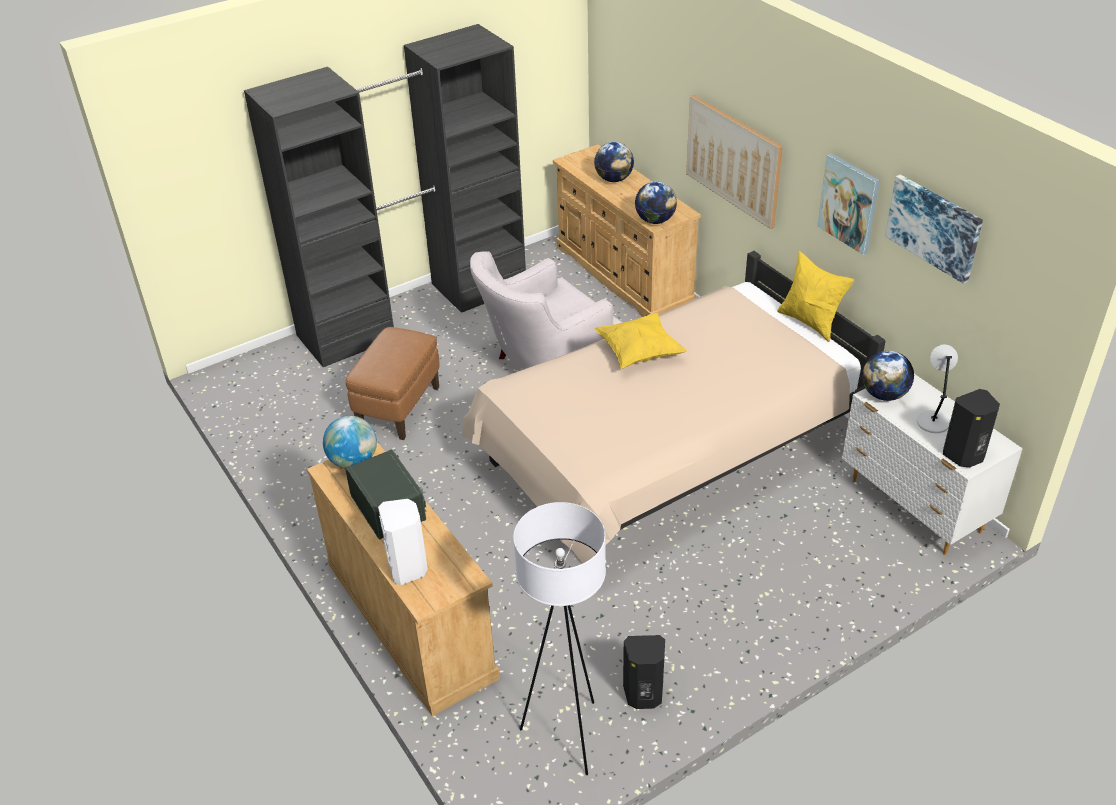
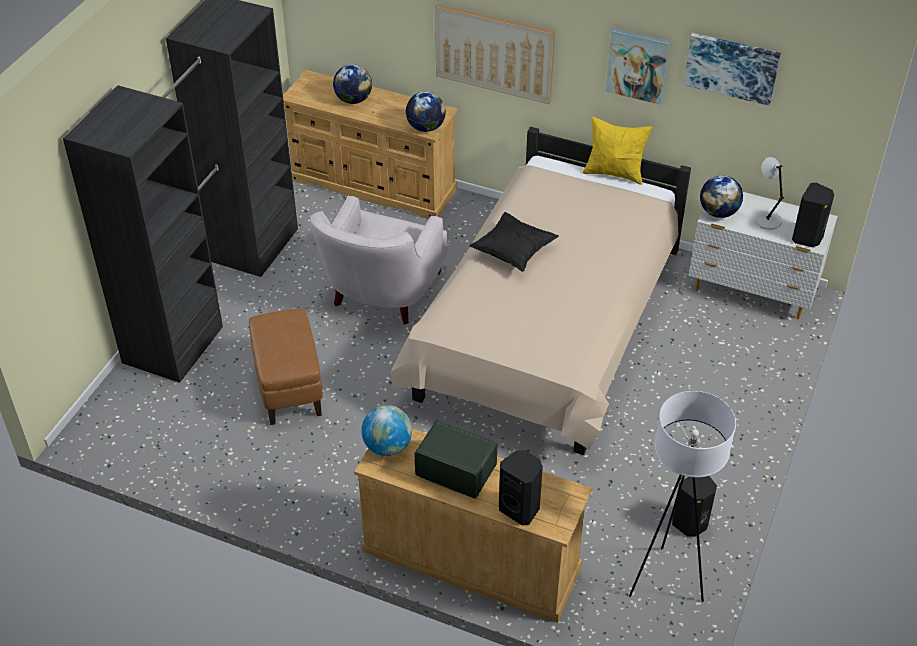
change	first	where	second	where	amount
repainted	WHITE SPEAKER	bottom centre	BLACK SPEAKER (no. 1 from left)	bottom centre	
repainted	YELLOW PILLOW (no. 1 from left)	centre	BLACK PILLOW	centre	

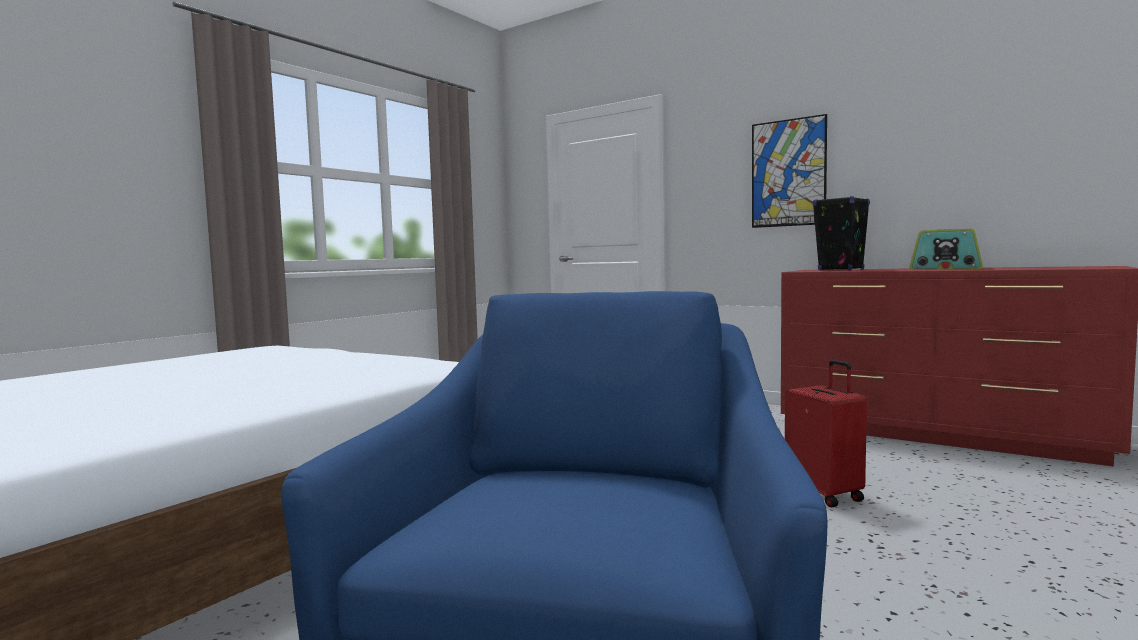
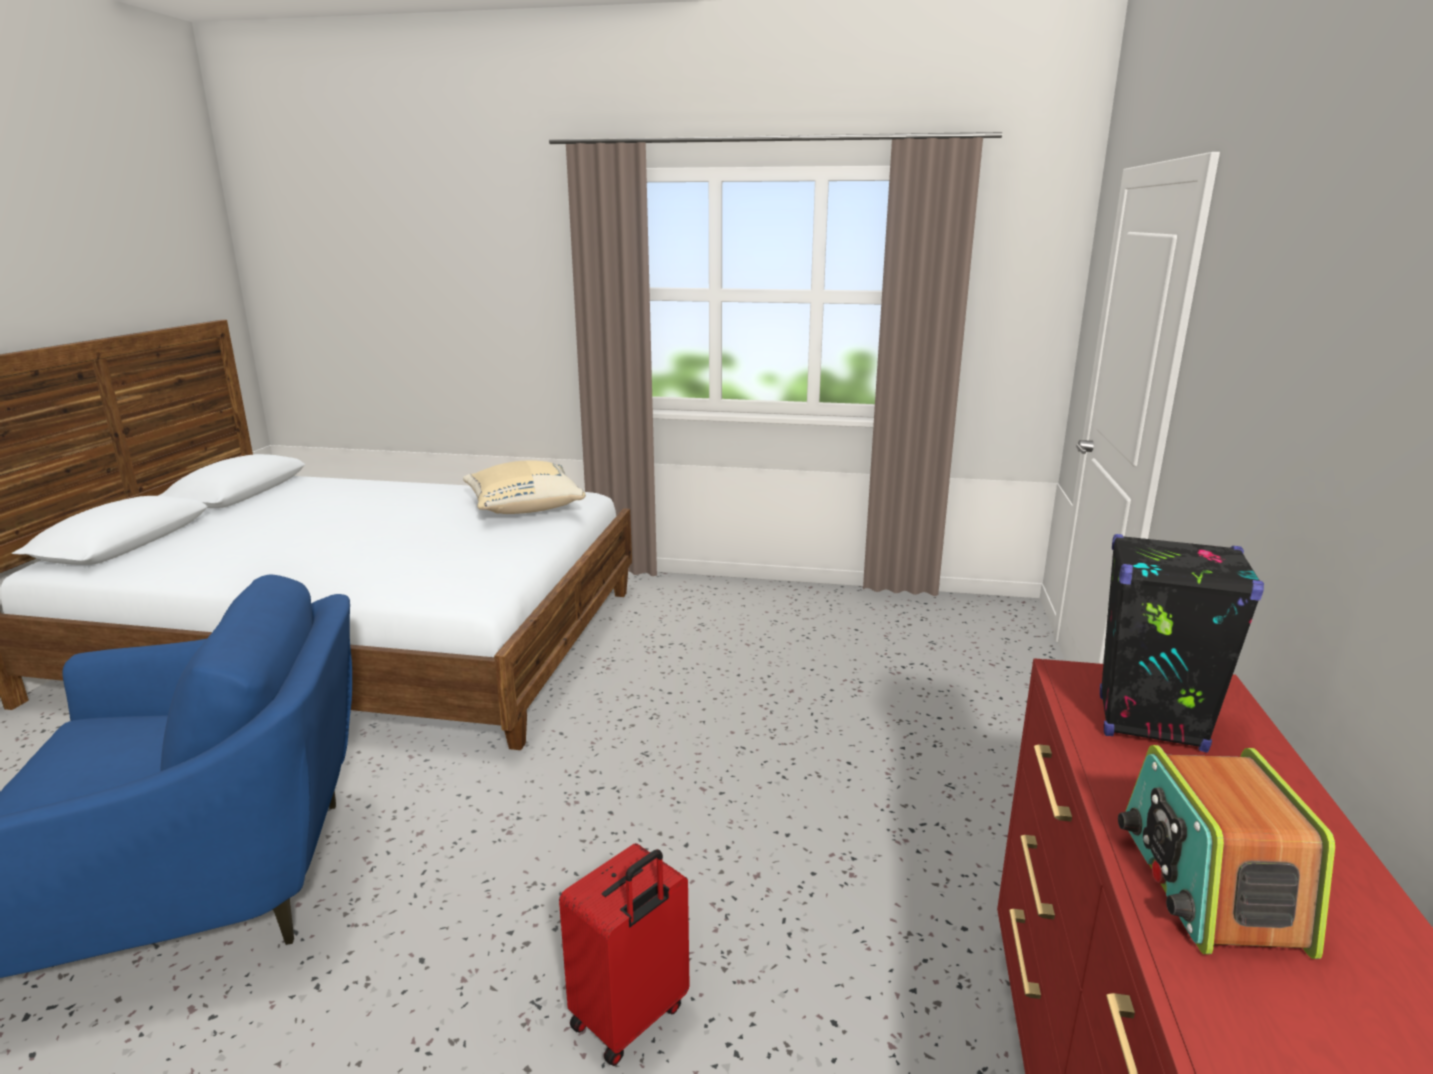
change	first	where	second	where	amount
gone	PICTURE	top right			
new			BEIGE PILLOW	centre	

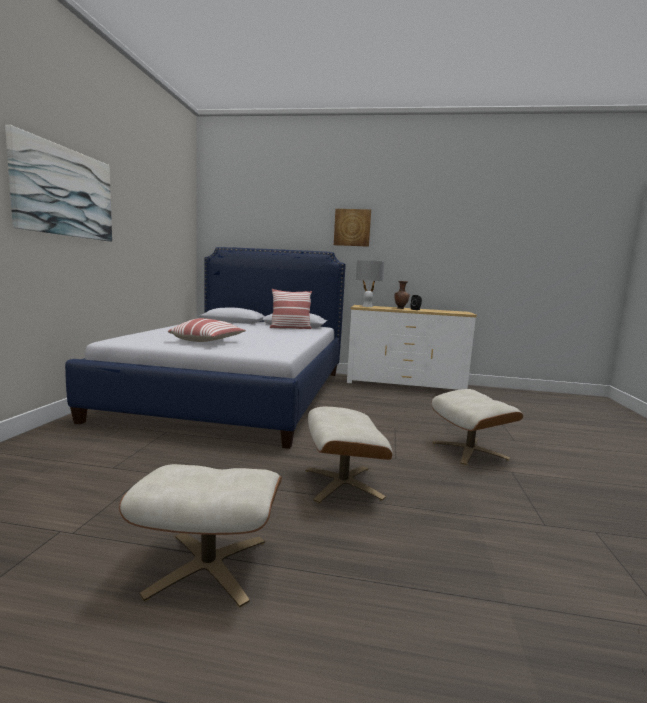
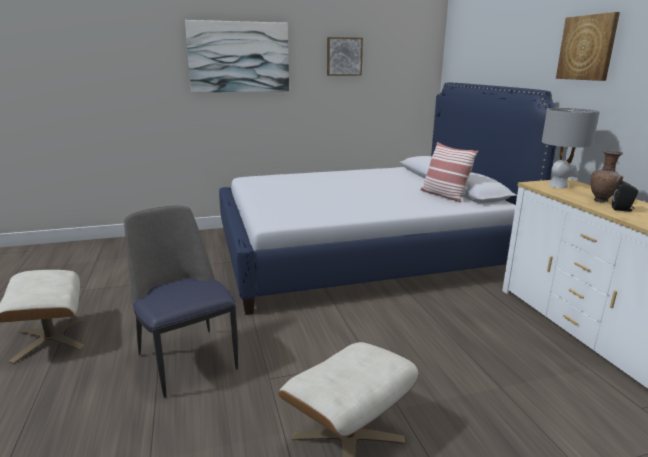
change	first	where	second	where	amount
gone	PILLOW (no. 1 from left)	middle left			
new			PICTURE (no. 2 from left)	top centre	
swapped	BEIGE OTTOMAN (no. 2 from left)	centre	CHAIR	middle left	

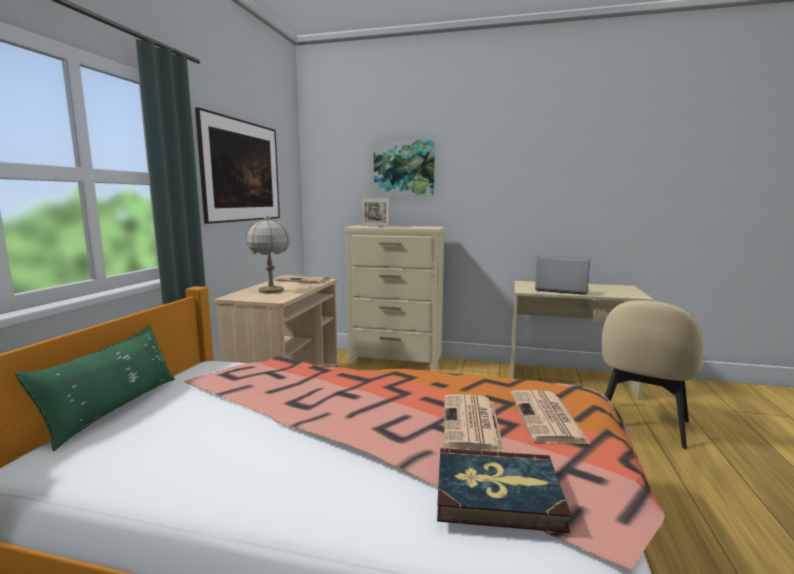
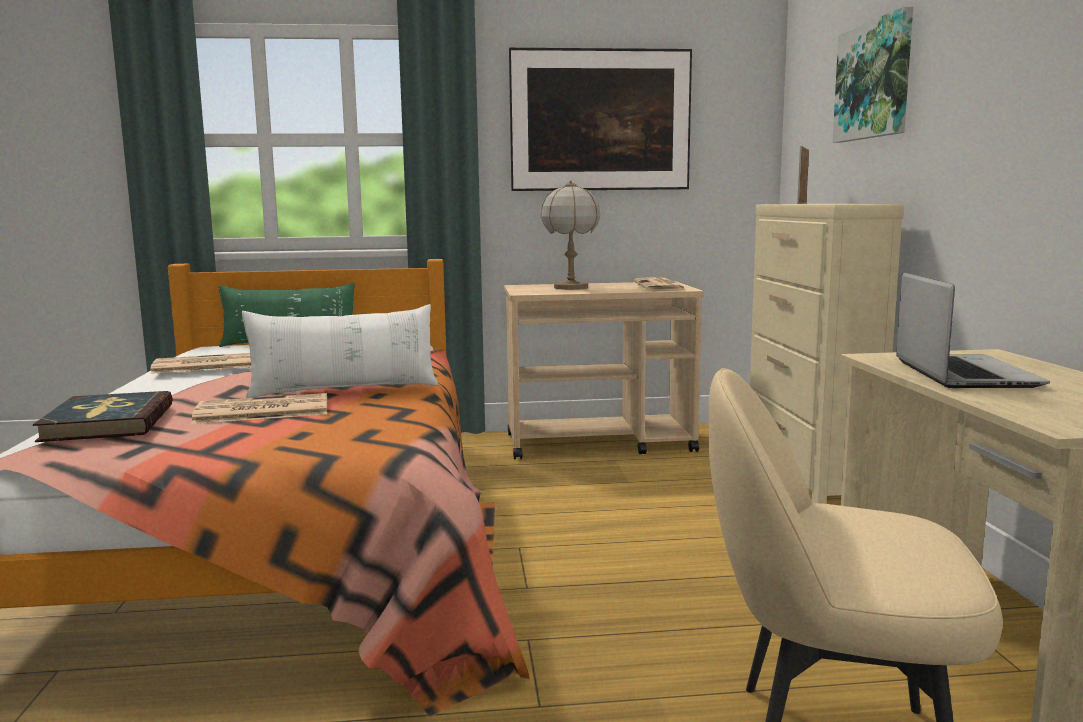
change	first	where	second	where	amount
new			WHITE PILLOW	middle left	
shifted	NEWSPAPER (no. 3 from left in the first image)	bottom right	NEWSPAPER (no. 1 from left)	middle left	

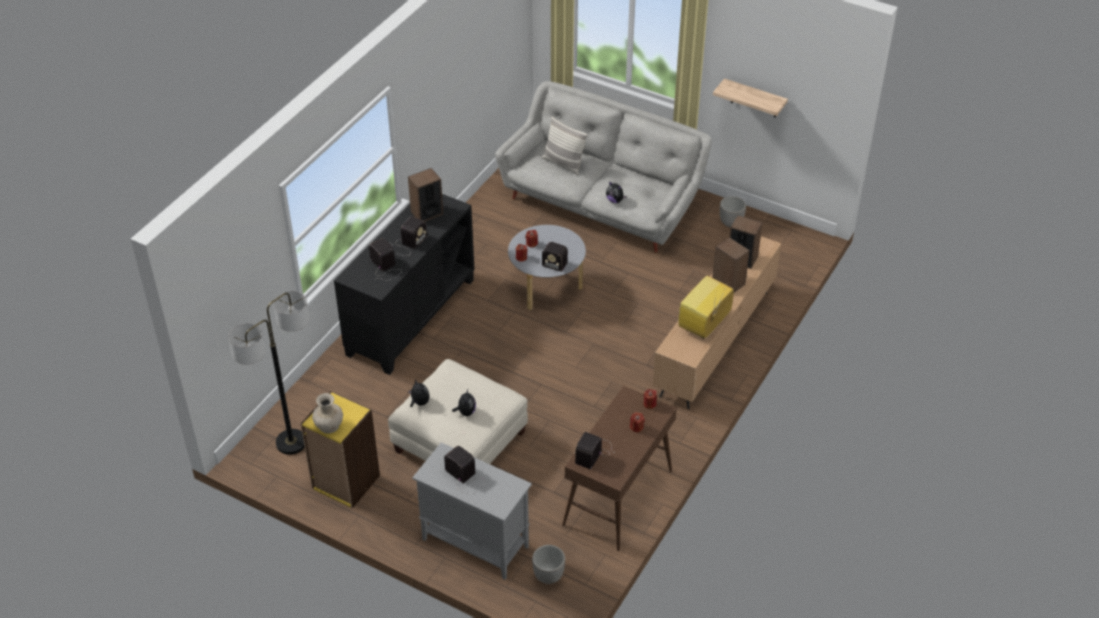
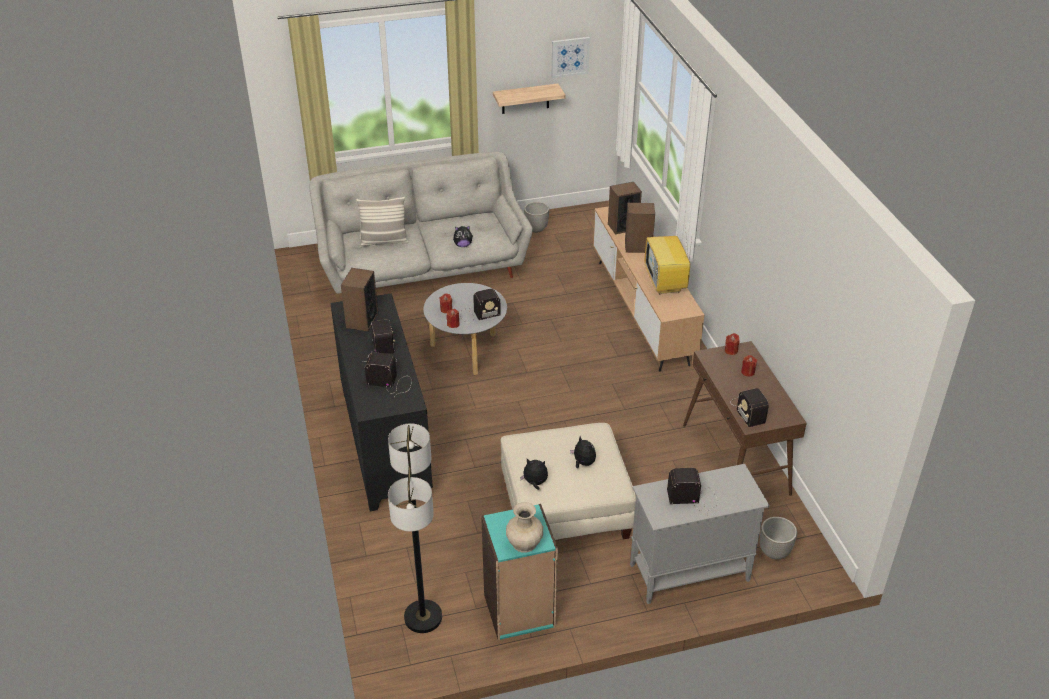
change	first	where	second	where	amount
new			PICTURE	top centre	
repainted	YELLOW BOOKCASE	bottom left	TURQUOISE BOOKCASE	bottom centre	

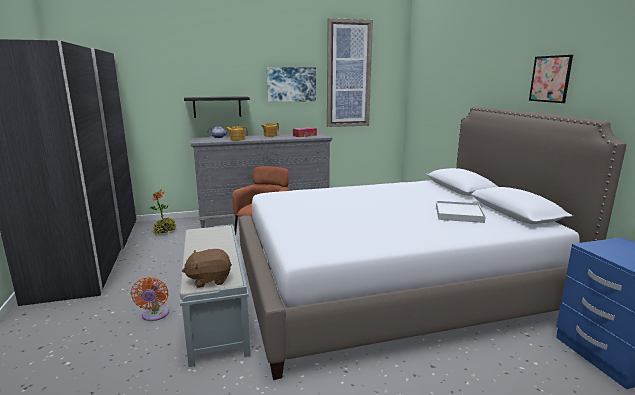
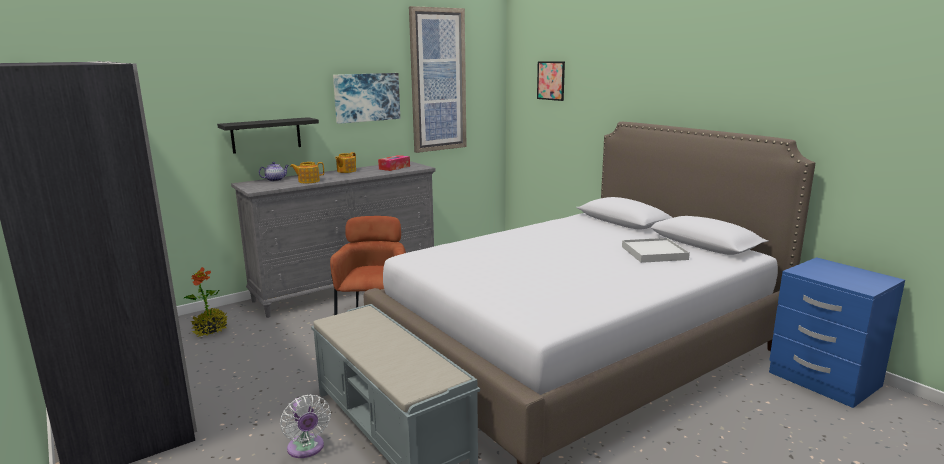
change	first	where	second	where	amount
gone	BROWN PLUSH TOY	bottom left			
shifted	PICTURE (no. 3 from left)	top right		top centre	
repainted	ORANGE FAN	bottom left	WHITE FAN	bottom left	

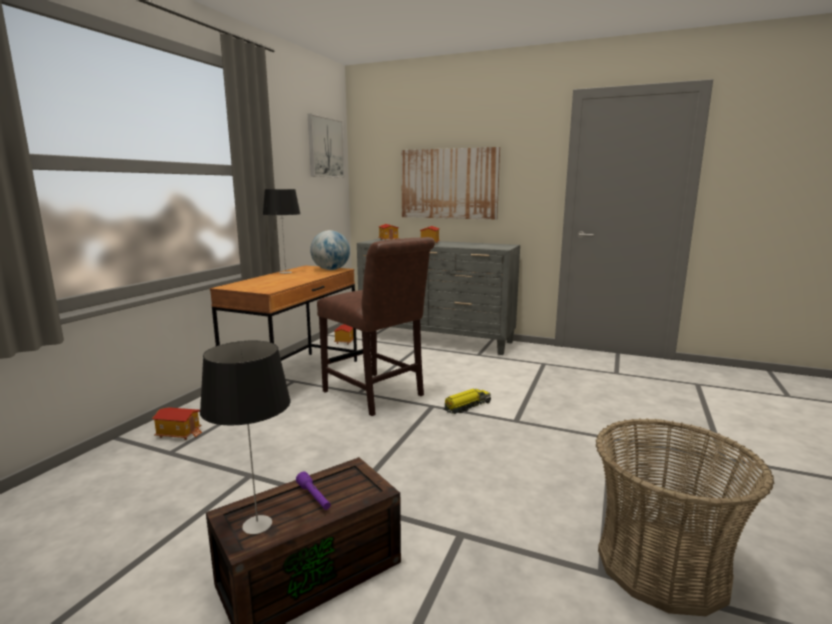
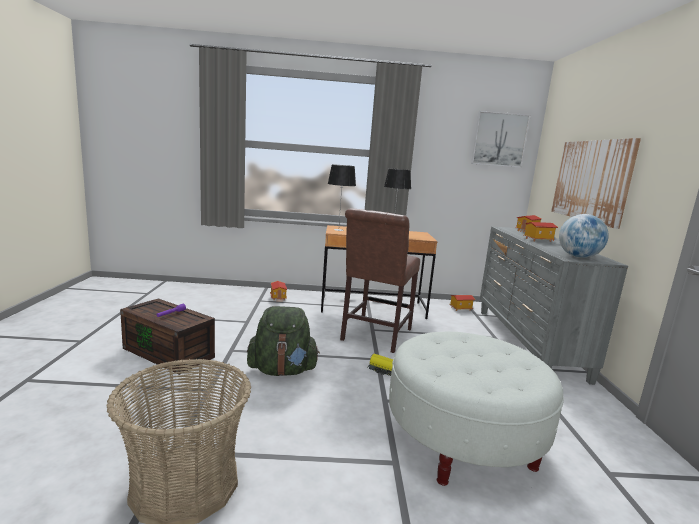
change	first	where	second	where	amount
new			GREEN BACKPACK	centre	
new			WHITE OTTOMAN	bottom right	
shifted	TABLE LAMP (no. 1 from left)	bottom left		centre	
shifted	GLOBE	centre		middle right	

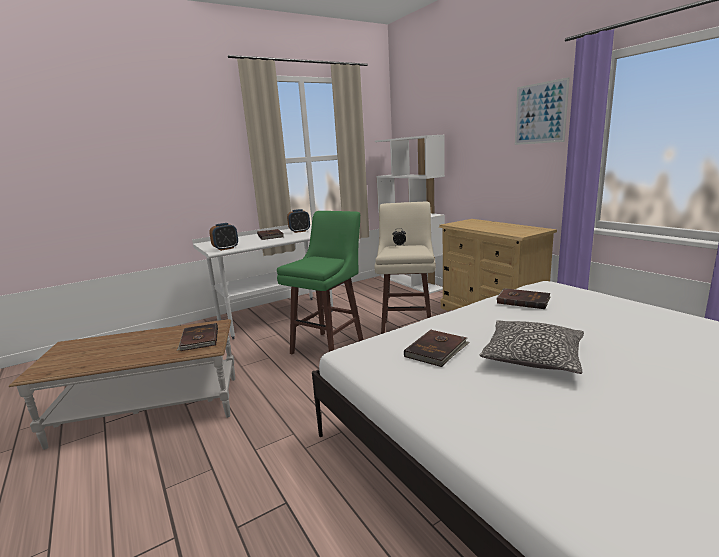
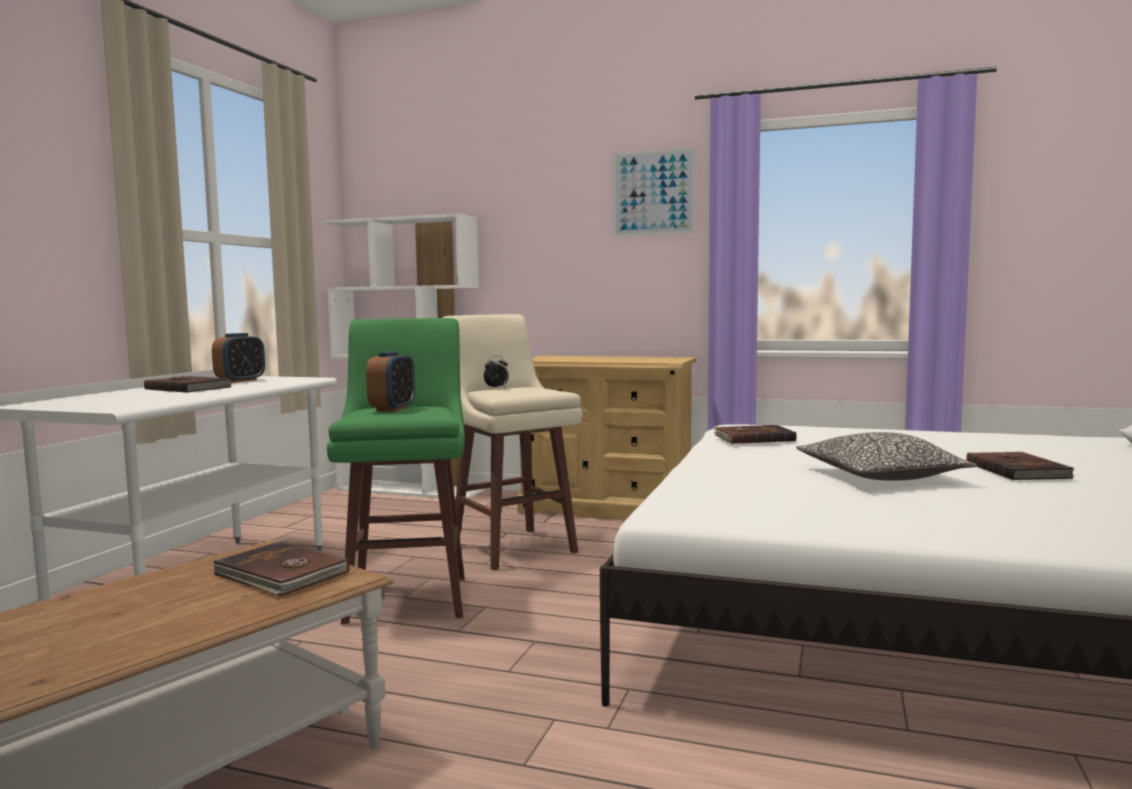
change	first	where	second	where	amount
shifted	ALARM CLOCK (no. 1 from left in the first image)	middle left	ALARM CLOCK (no. 2 from left)	centre	
shifted	BROWN BOOK (no. 3 from left in the first image)	centre	BROWN BOOK (no. 4 from left)	middle right	

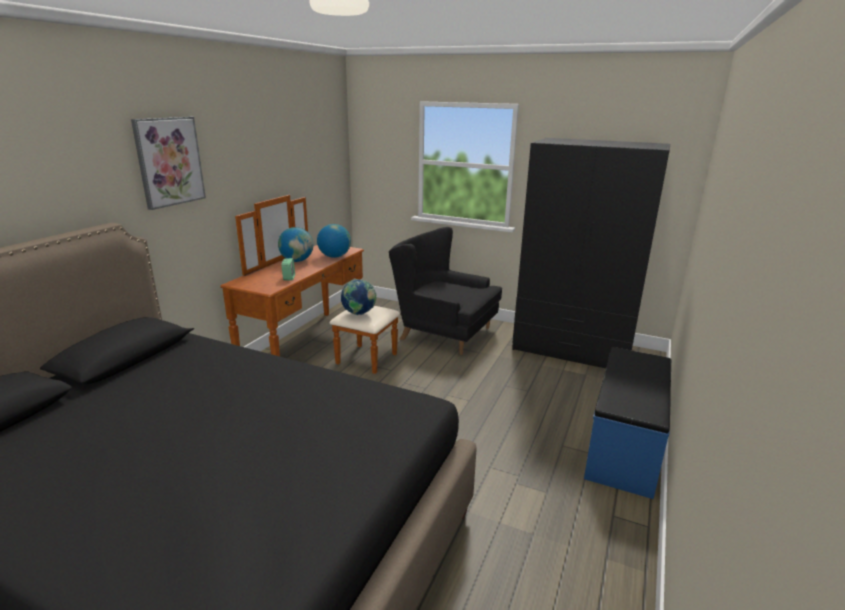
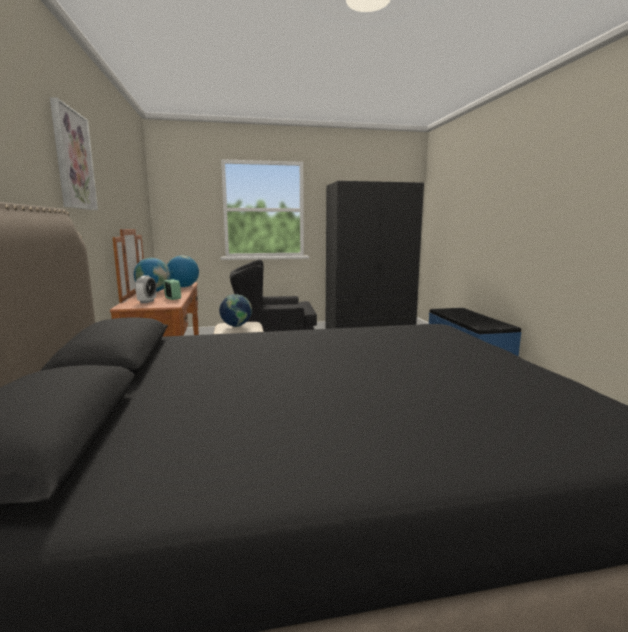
change	first	where	second	where	amount
new			ALARM CLOCK (no. 1 from left)	middle left	

